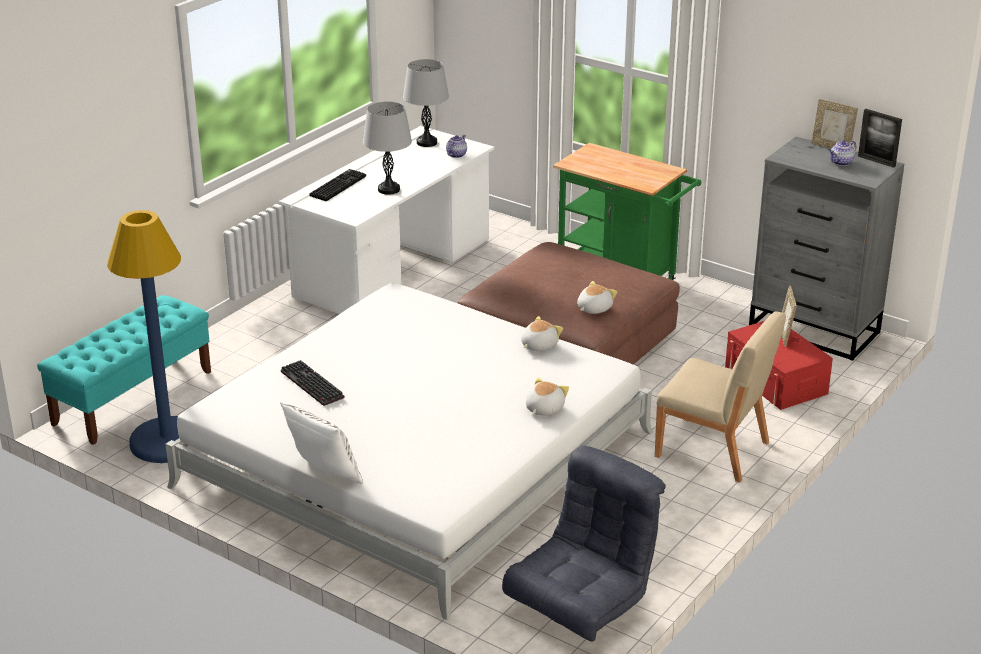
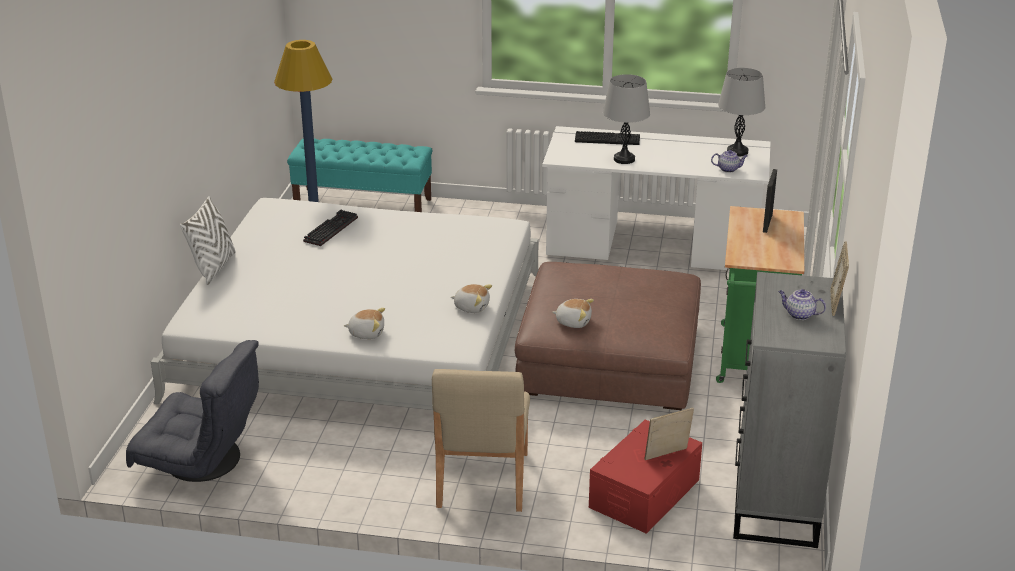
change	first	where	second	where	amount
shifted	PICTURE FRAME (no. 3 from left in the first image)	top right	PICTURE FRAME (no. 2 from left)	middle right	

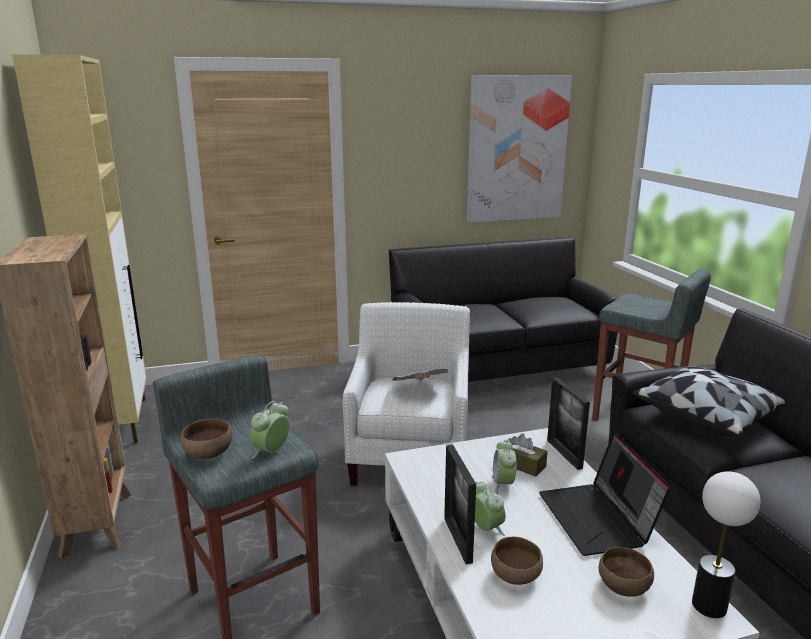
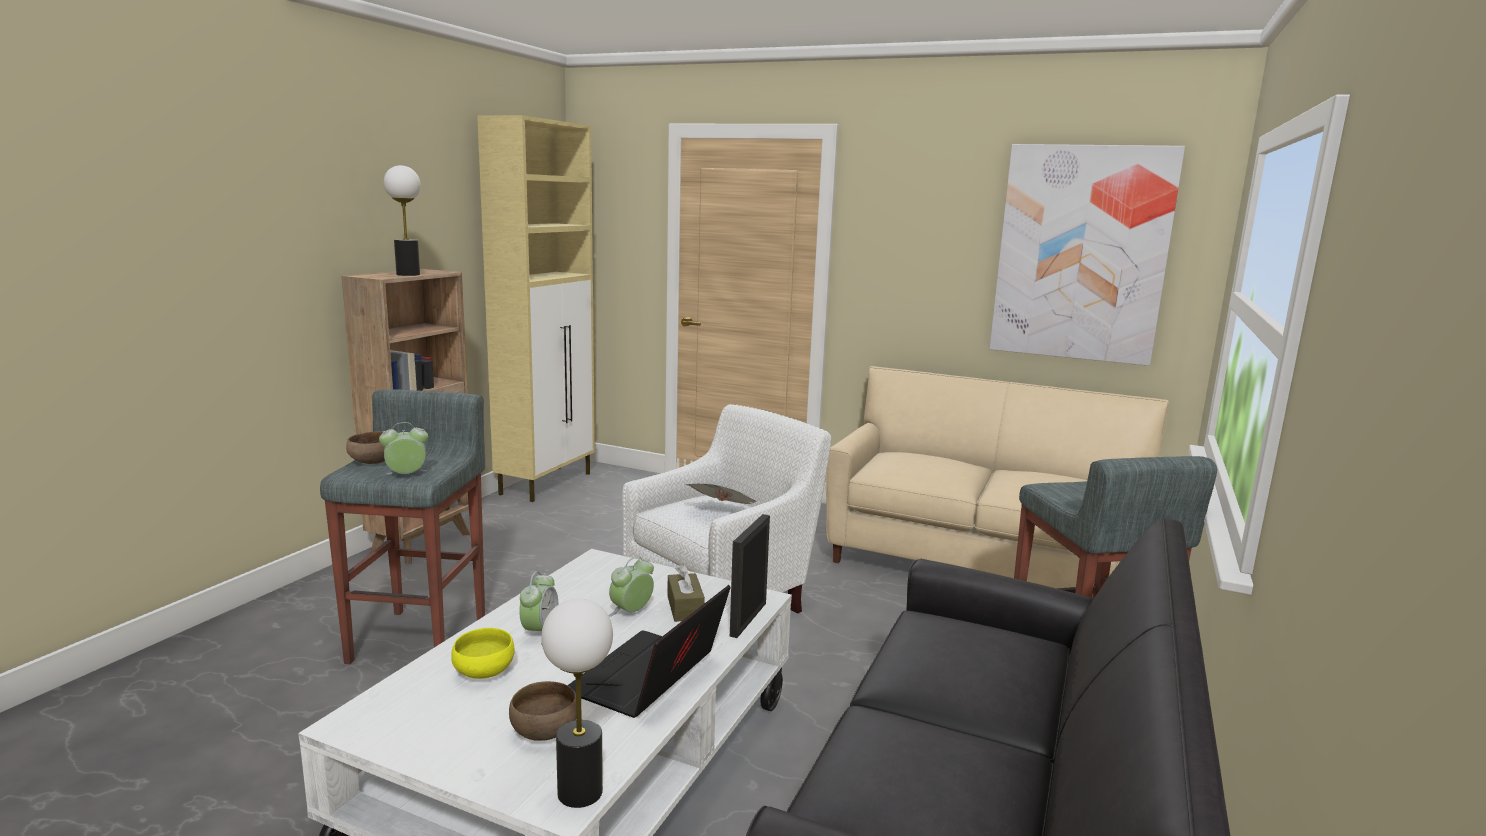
change	first	where	second	where	amount
gone	PICTURE FRAME (no. 1 from left)	bottom centre			
gone	PILLOW	middle right			
new			TABLE LAMP (no. 1 from left)	top left	
repainted	BLACK SOFA (no. 1 from left)	centre	BEIGE SOFA	middle right	
repainted	BROWN BOWL (no. 2 from left)	bottom centre	YELLOW BOWL	bottom left	

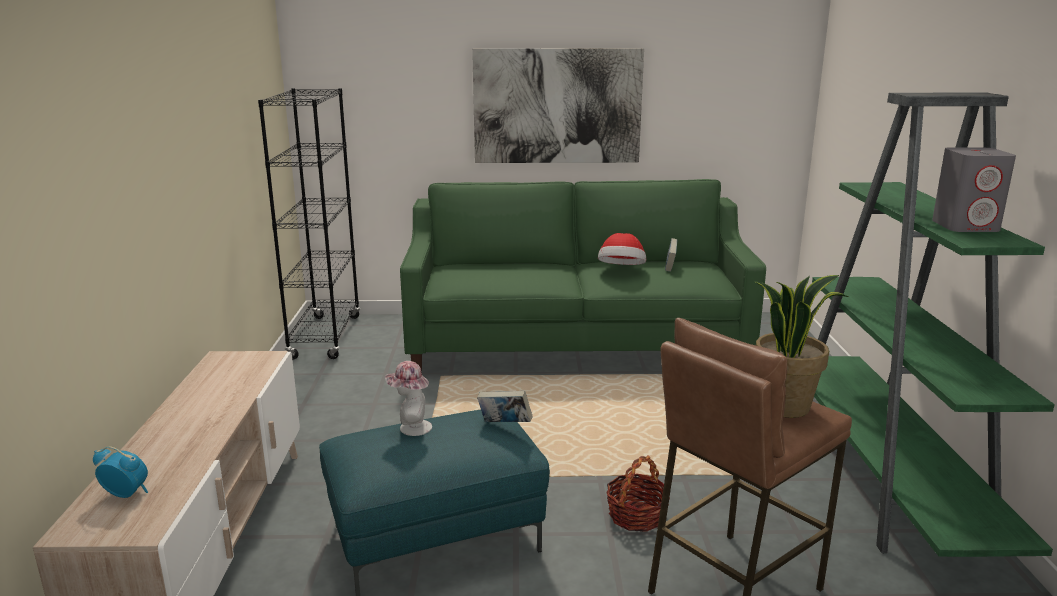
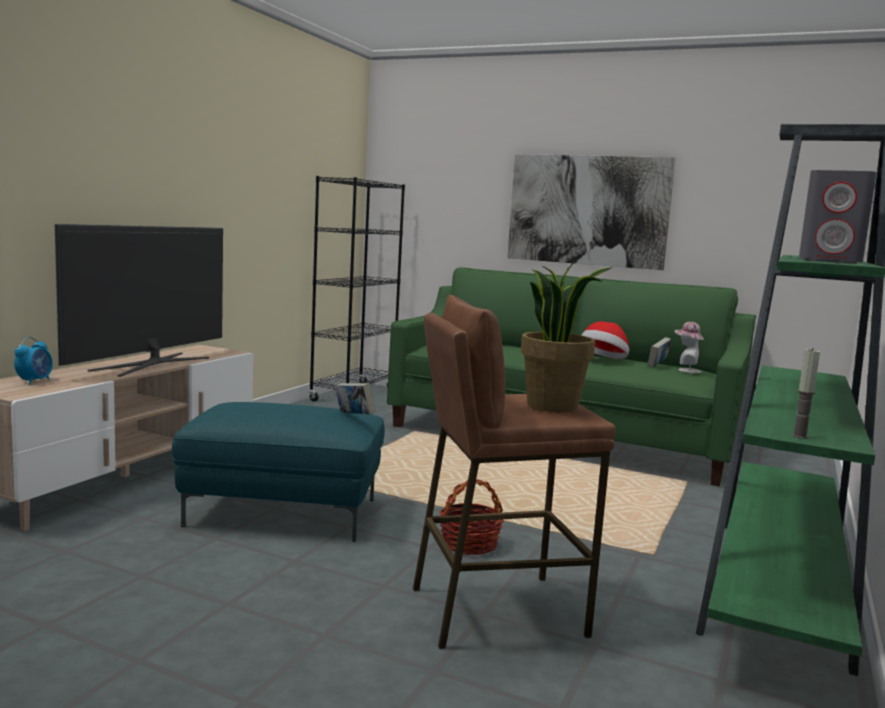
change	first	where	second	where	amount
new			TELEVISION	middle left	
new			CANDLE	middle right	
shifted	HAT (no. 1 from left in the first image)	bottom centre	HAT (no. 2 from left)	middle right	
rotated	ALARM CLOCK	bottom left		middle left	60 degrees clockwise

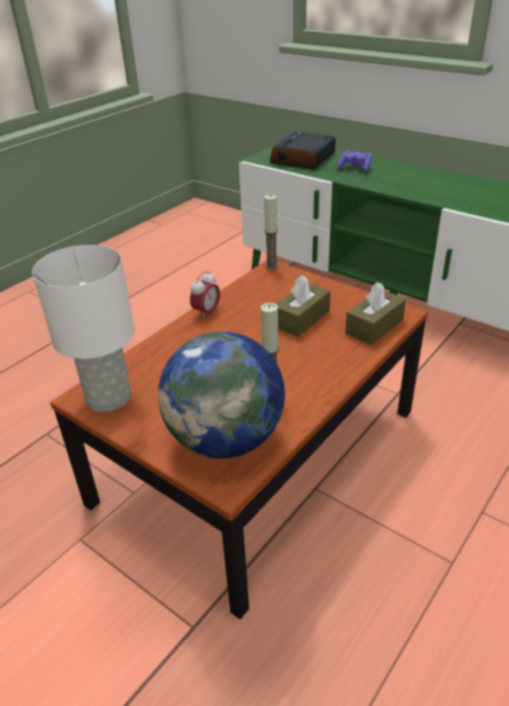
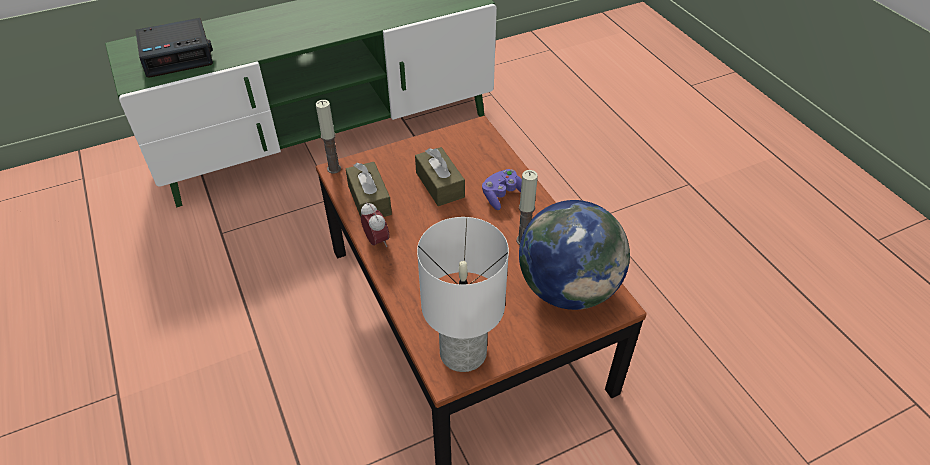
change	first	where	second	where	amount
shifted	PURPLE GAME CONTROLLER	top right		centre	
shifted	BROWN TISSUE BOX (no. 2 from left in the first image)	middle right	BROWN TISSUE BOX (no. 1 from left)	centre	
rotated	ALARM CLOCK (no. 2 from left in the first image)	top centre	ALARM CLOCK (no. 1 from left)	top left	75 degrees counterclockwise

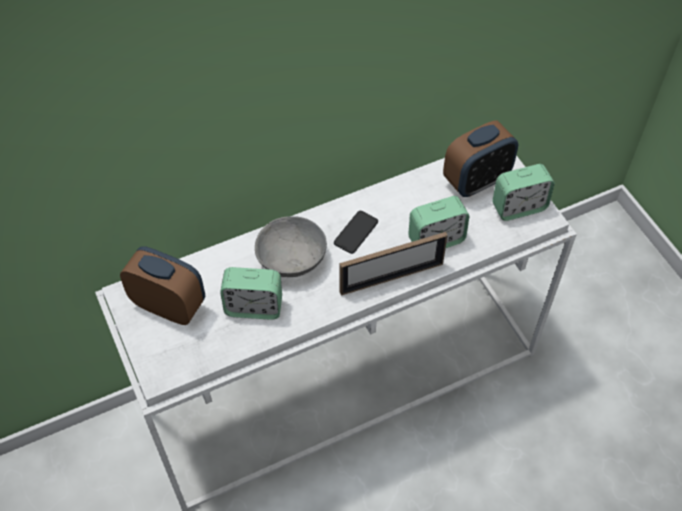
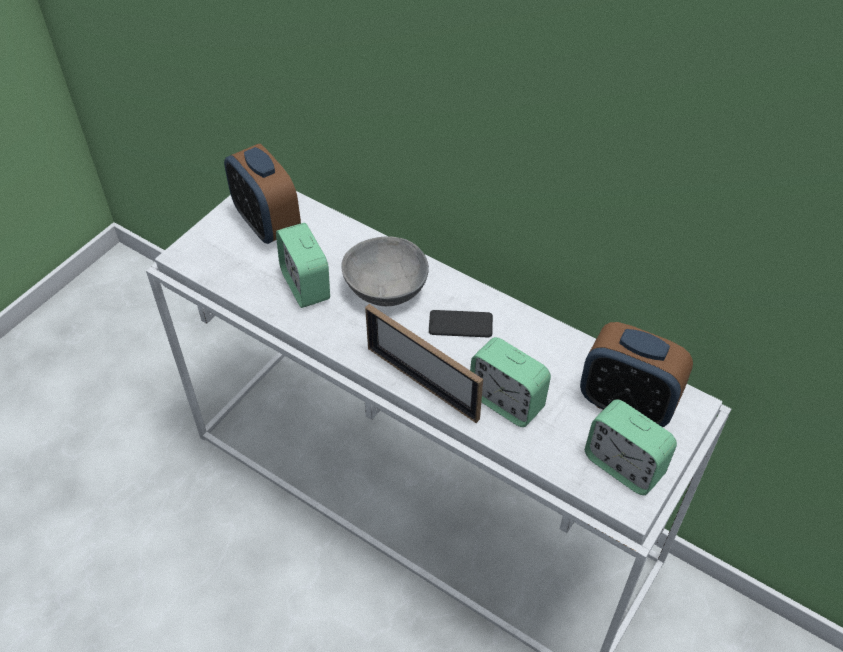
change	first	where	second	where	amount
rotated	ALARM CLOCK (no. 1 from left)	middle left		top left	150 degrees clockwise

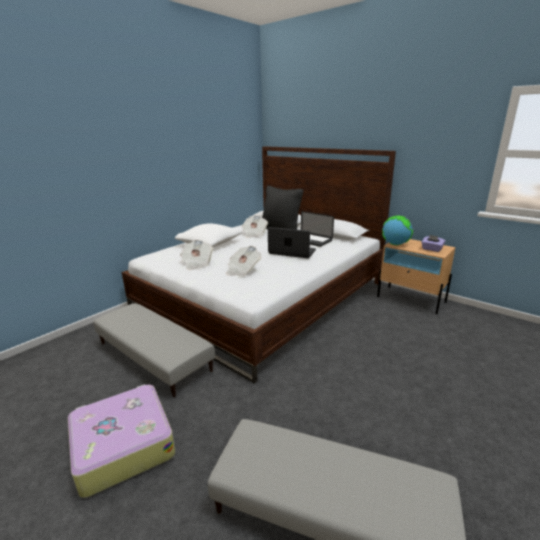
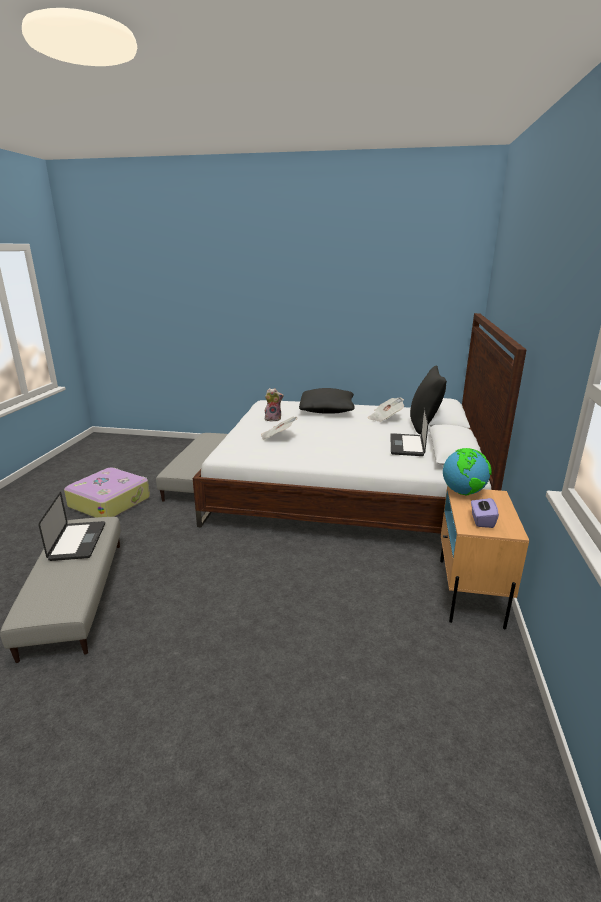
change	first	where	second	where	amount
shifted	LAPTOP (no. 1 from left)	centre		middle left	
swapped	NEWSPAPER (no. 1 from left)	centre	PLUSH TOY	centre	
repainted	WHITE PILLOW	centre	BLACK PILLOW (no. 1 from left)	centre	

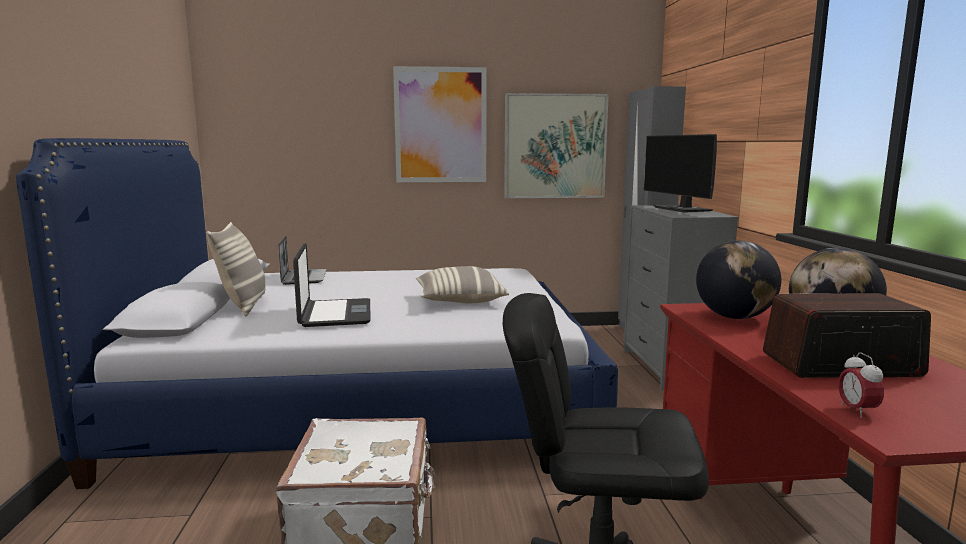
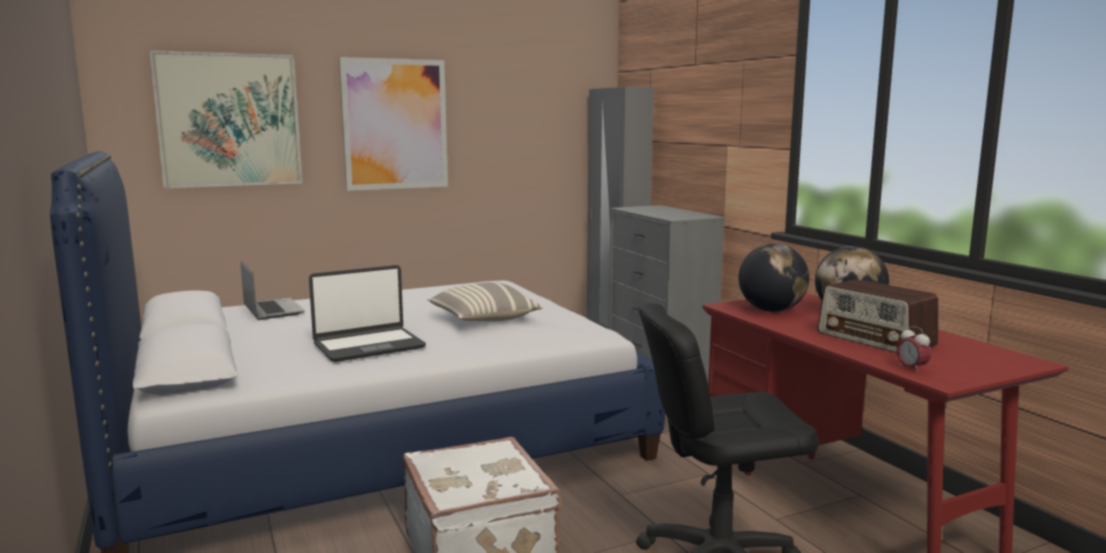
change	first	where	second	where	amount
gone	PILLOW (no. 1 from left)	middle left			
gone	MONITOR	top right			
shifted	PICTURE (no. 2 from left in the first image)	top centre	PICTURE (no. 1 from left)	top left	
rotated	LAPTOP (no. 2 from left)	centre		middle left	90 degrees clockwise
rotated	RADIO	middle right		middle right	105 degrees counterclockwise

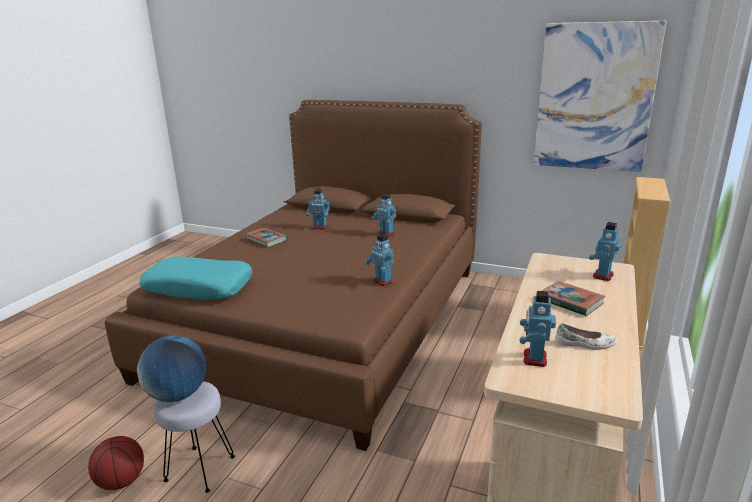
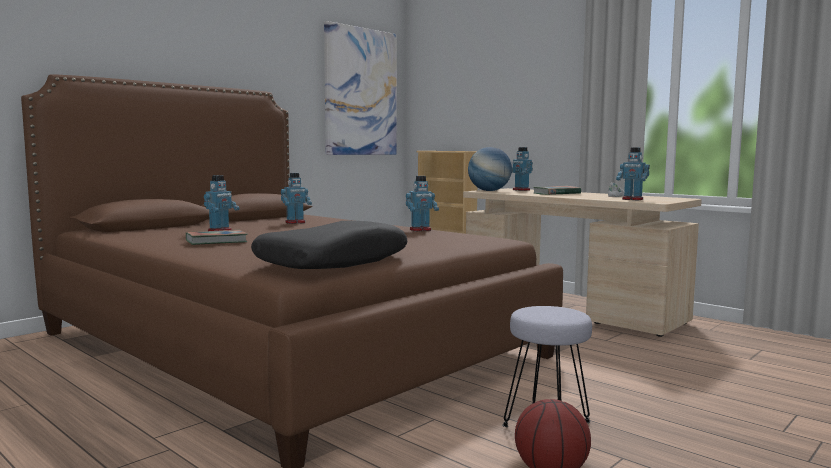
change	first	where	second	where	amount
shifted	GLOBE	bottom left		centre	
repainted	TURQUOISE PILLOW	middle left	BLACK PILLOW	centre	

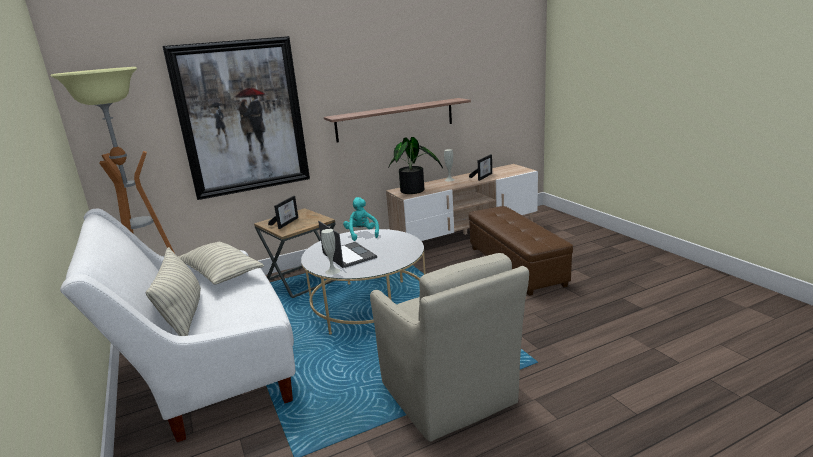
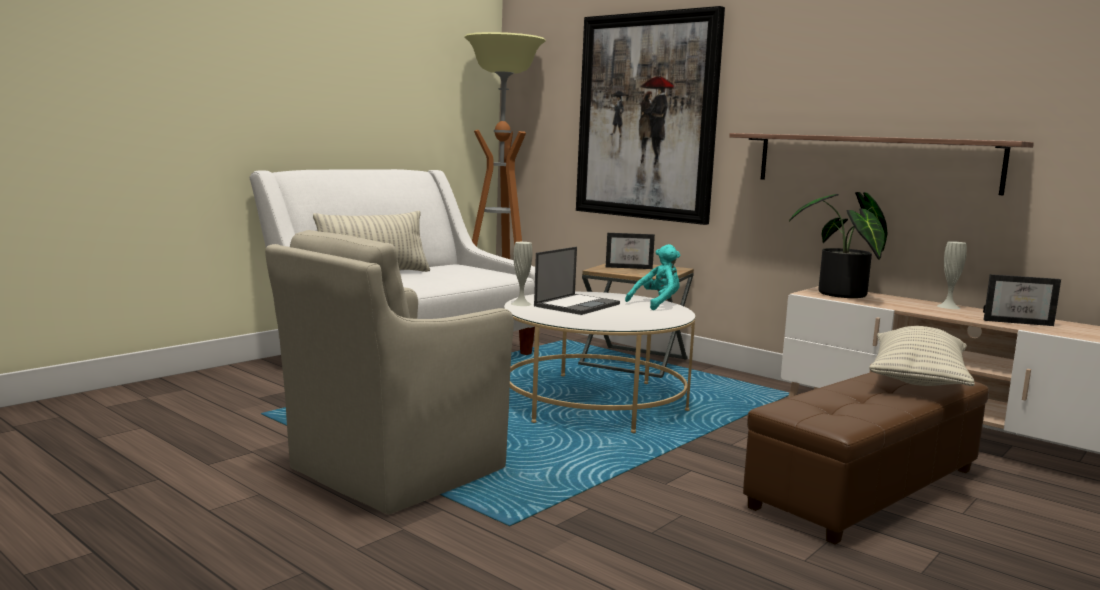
change	first	where	second	where	amount
shifted	PILLOW (no. 2 from left)	middle left		middle right	

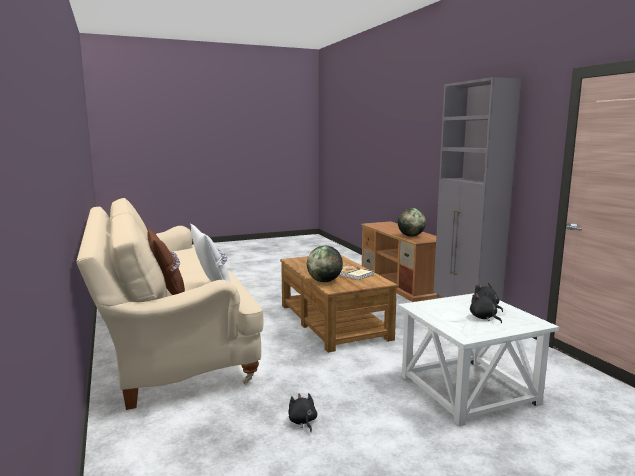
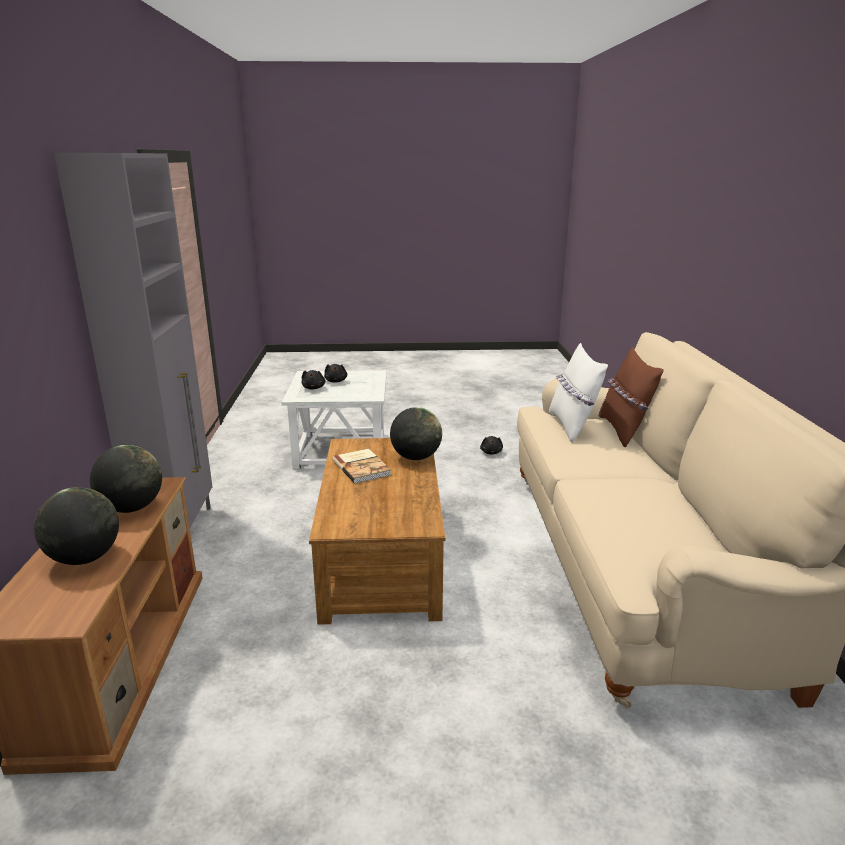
change	first	where	second	where	amount
new			GLOBE (no. 1 from left)	middle left	

